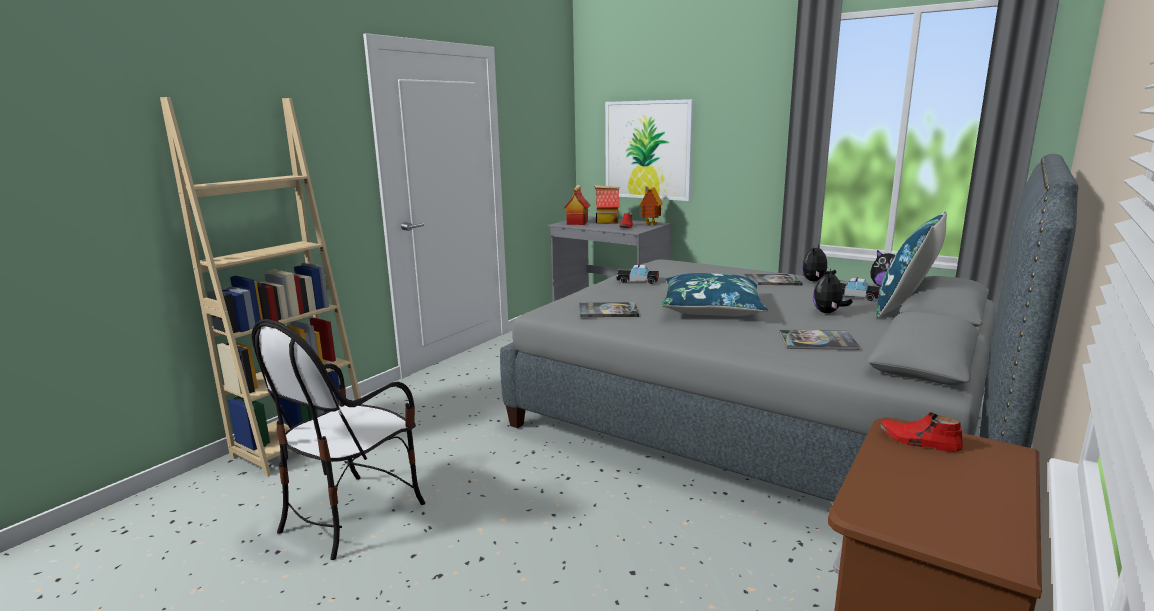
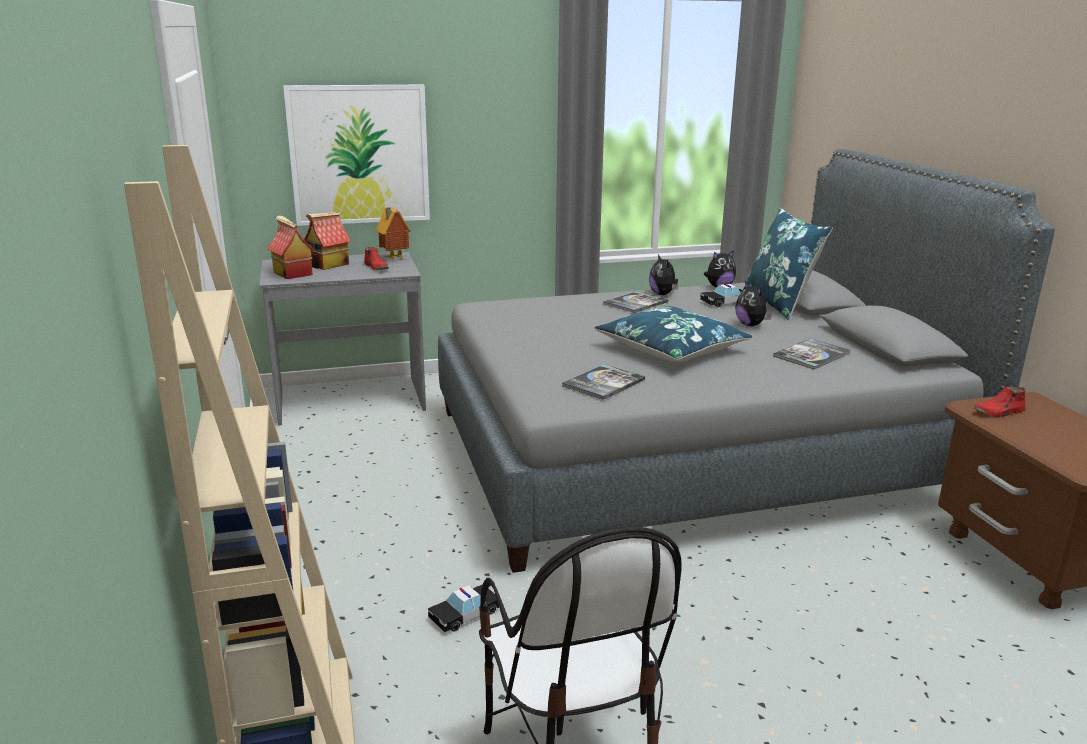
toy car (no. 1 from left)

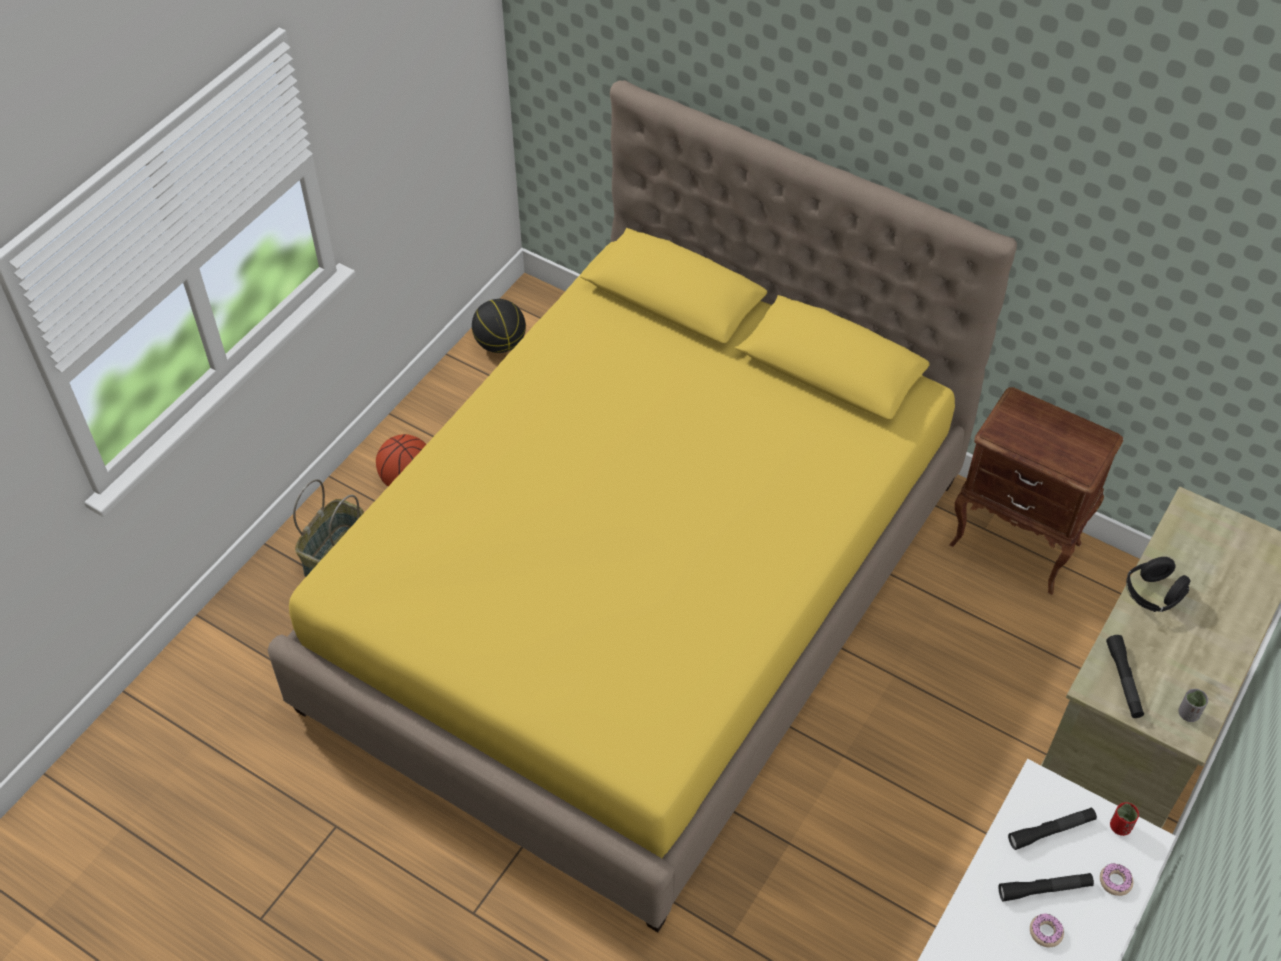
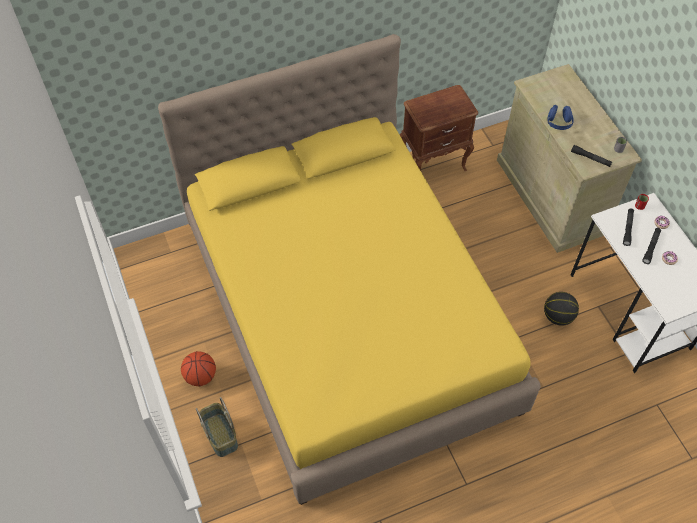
basketball (no. 2 from left)
blue headphones

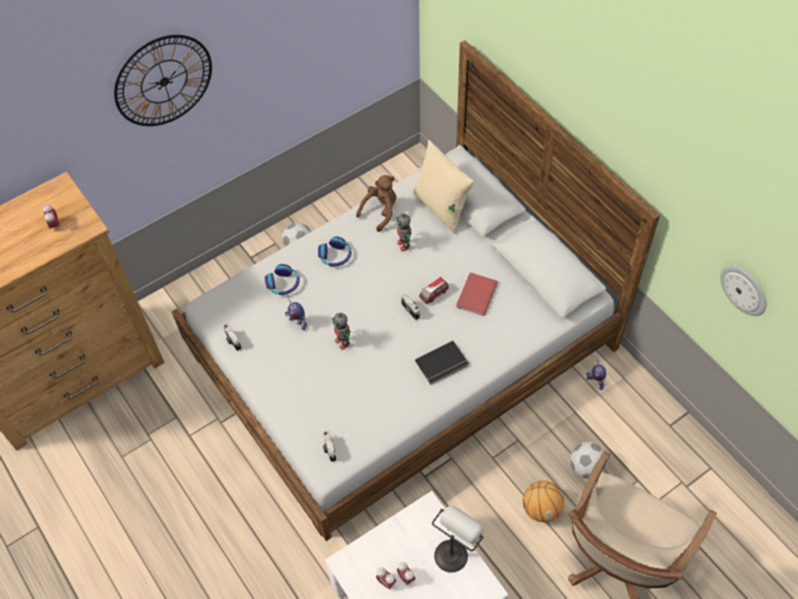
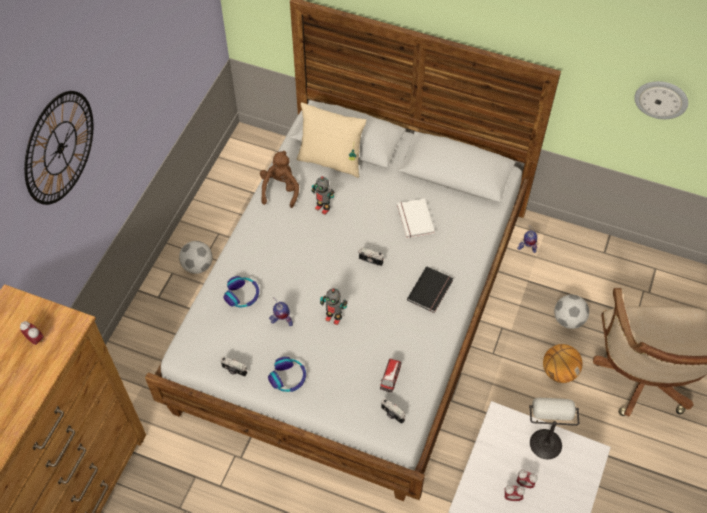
headphones (no. 2 from left)
toy car
white book

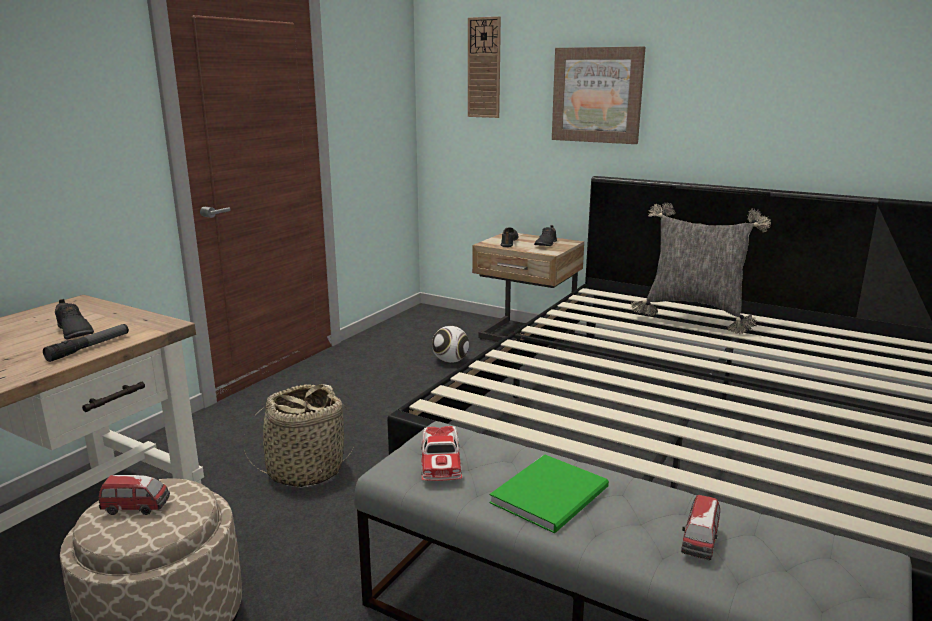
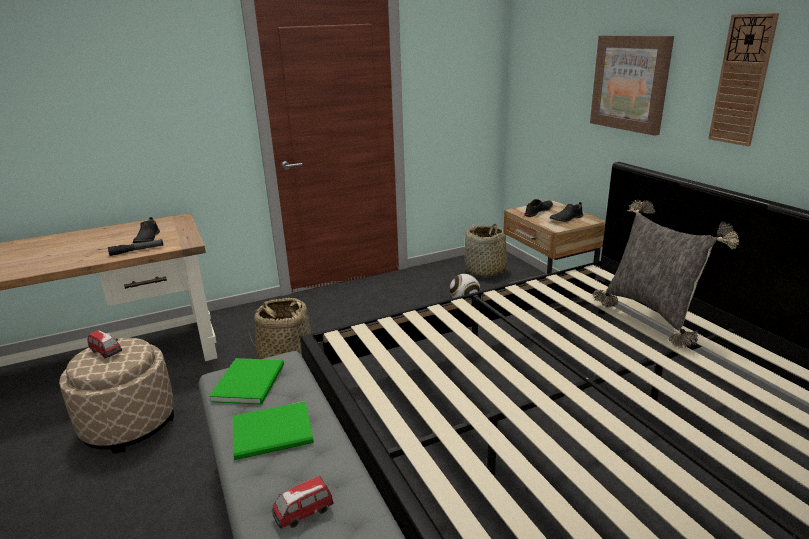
basket (no. 2 from left)
wall clock
green book (no. 1 from left)

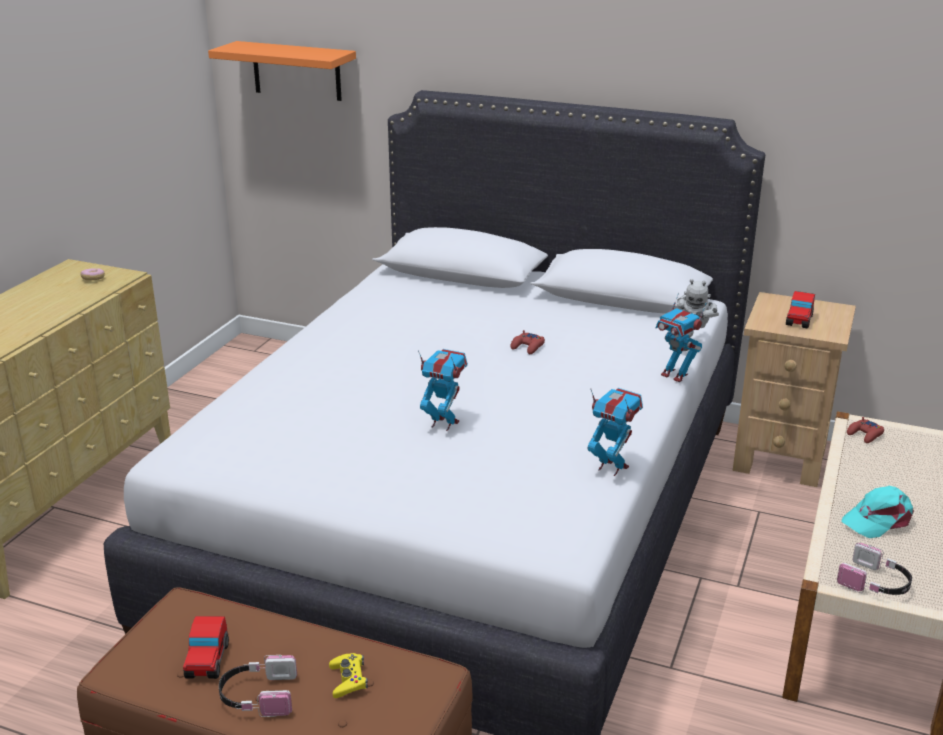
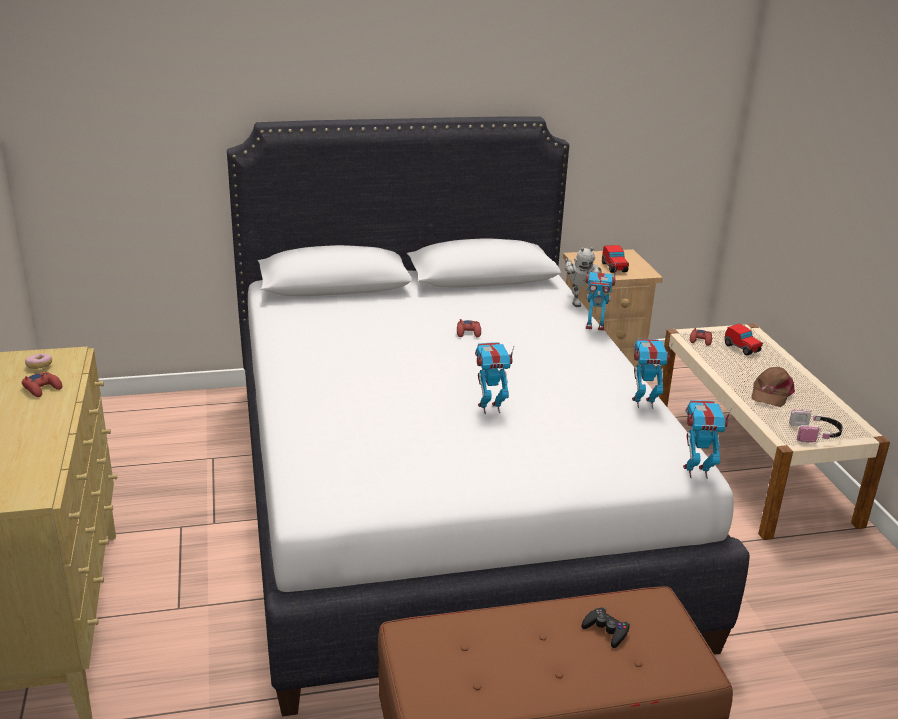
orange shelf
headphones (no. 1 from left in the first image)
red game controller (no. 1 from left)
toy robot (no. 5 from left)
toy car (no. 2 from left)
black game controller
brown cap

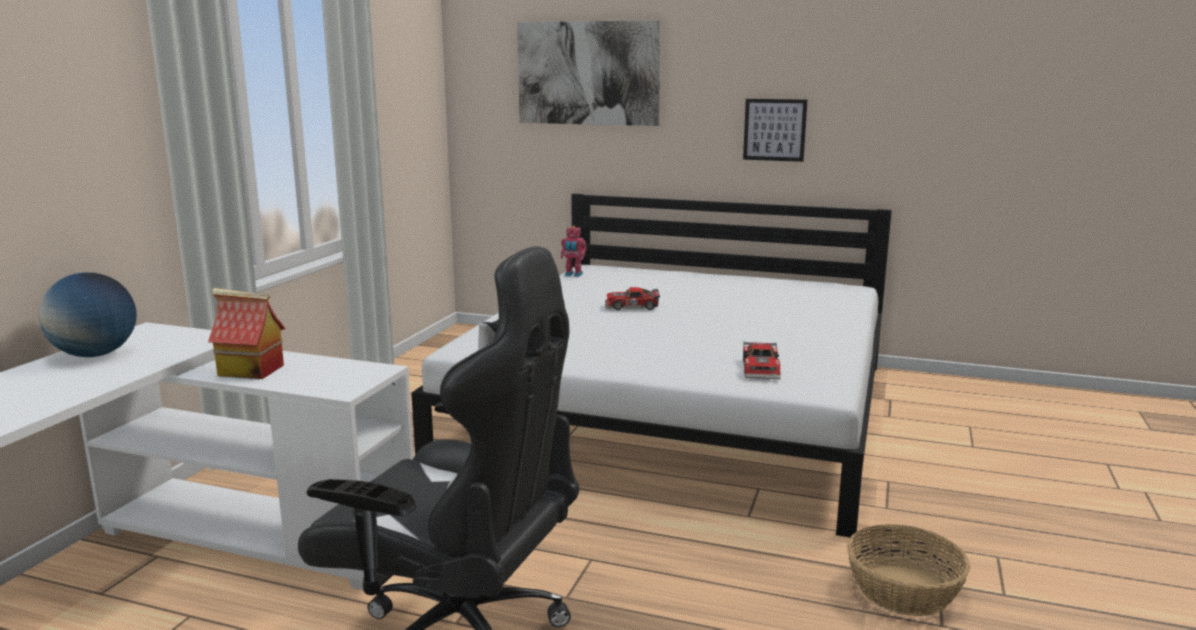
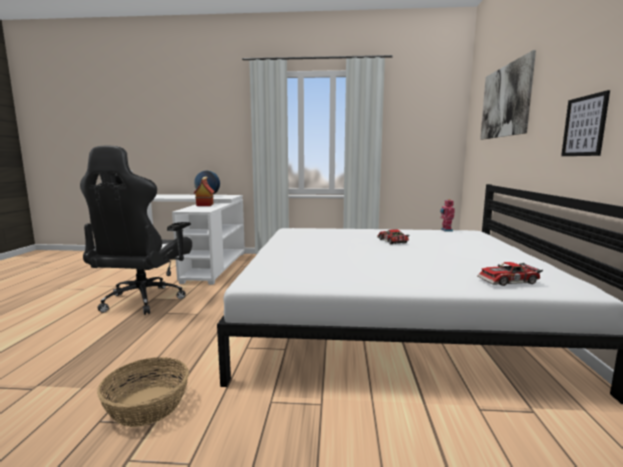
toy car (no. 2 from left)

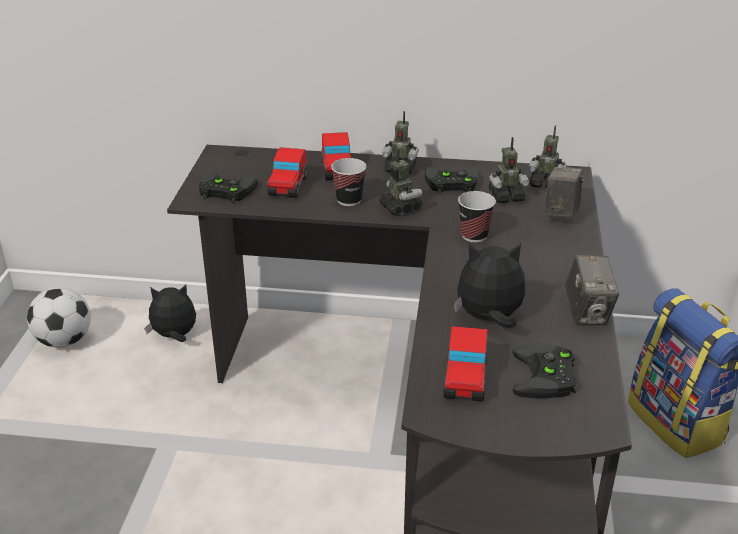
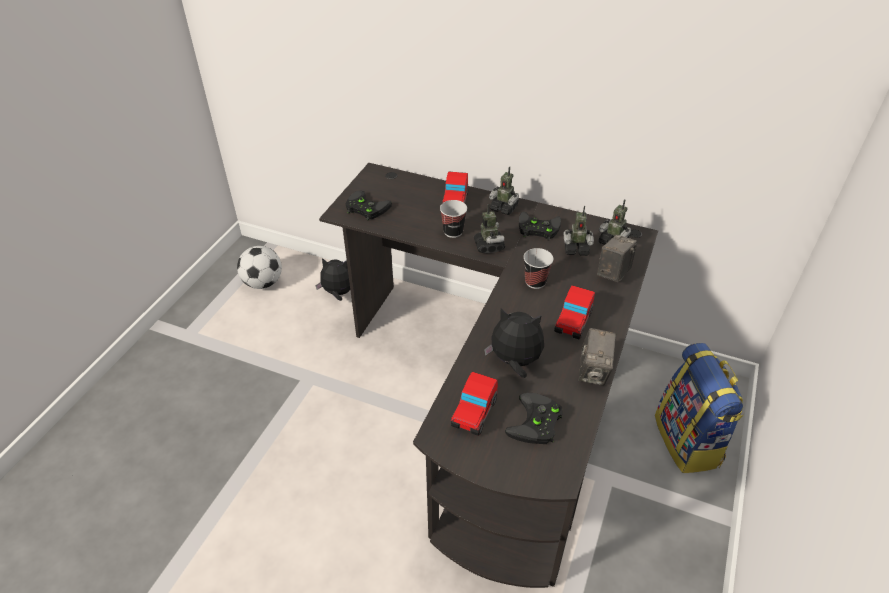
toy car (no. 3 from left)

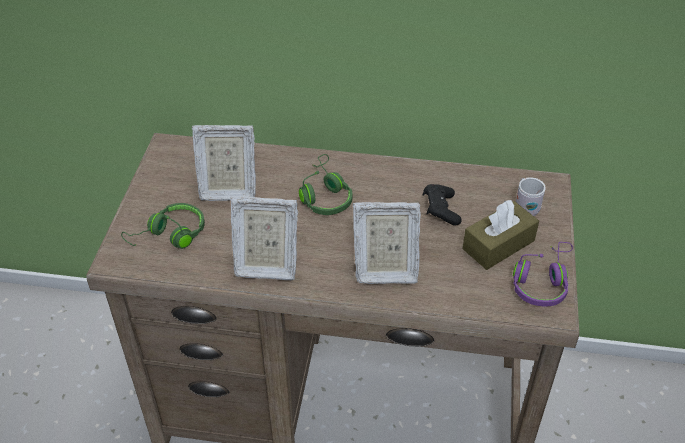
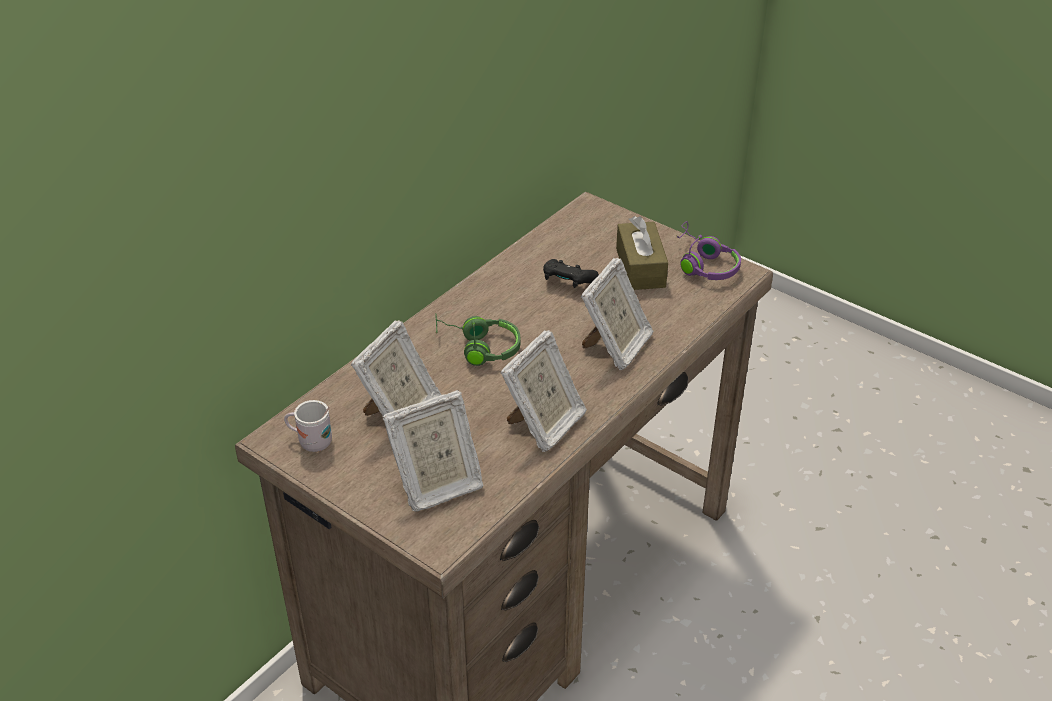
white mug
picture frame (no. 2 from left)

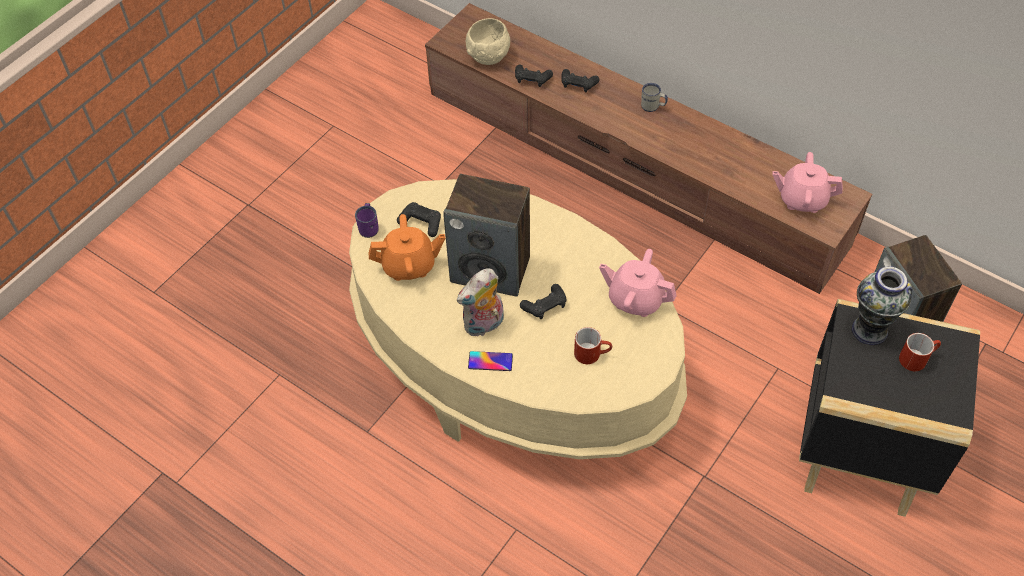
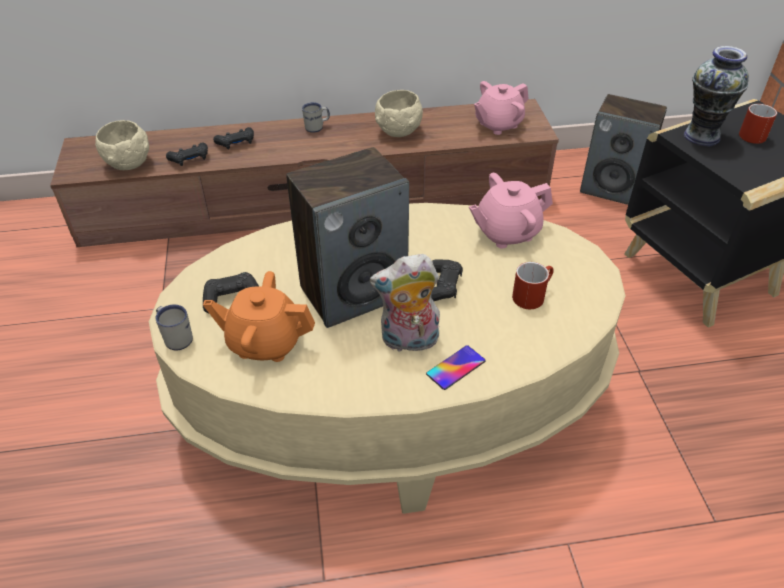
beige bowl (no. 2 from left)
white mug (no. 1 from left)
orange teapot
plush toy

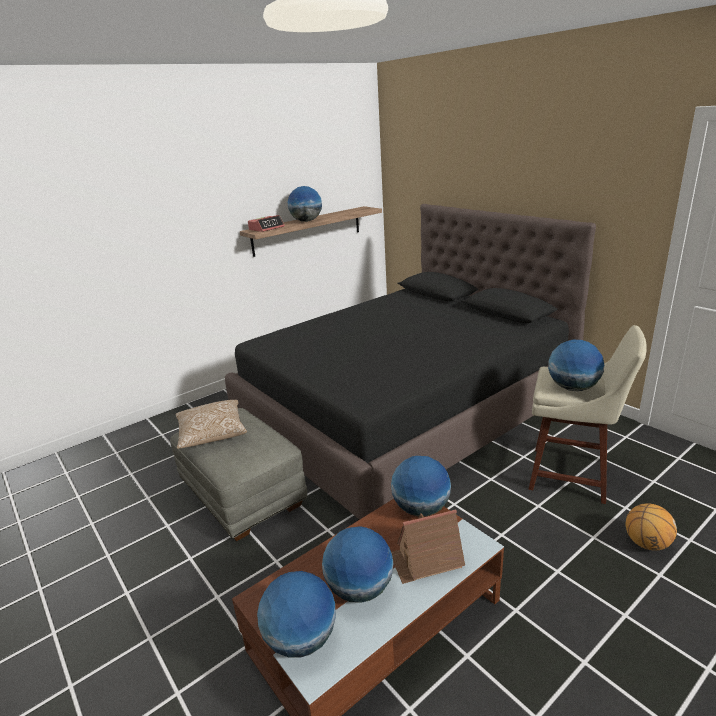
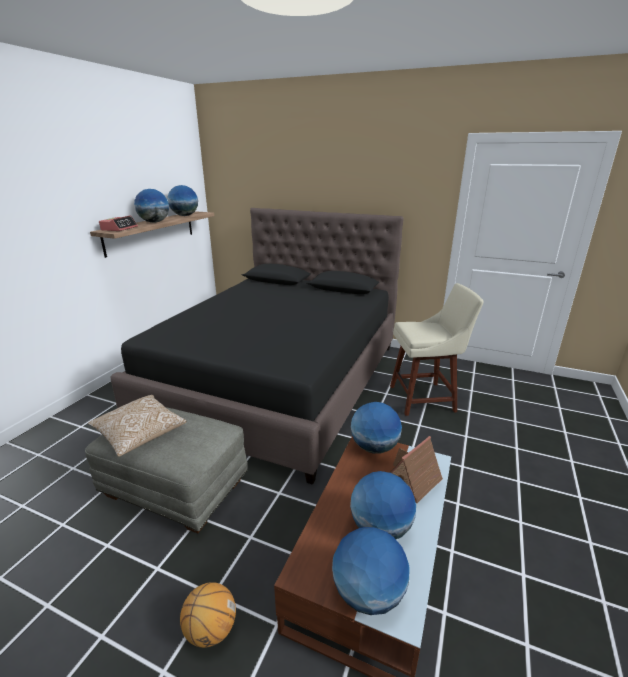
globe (no. 2 from left)
basketball

